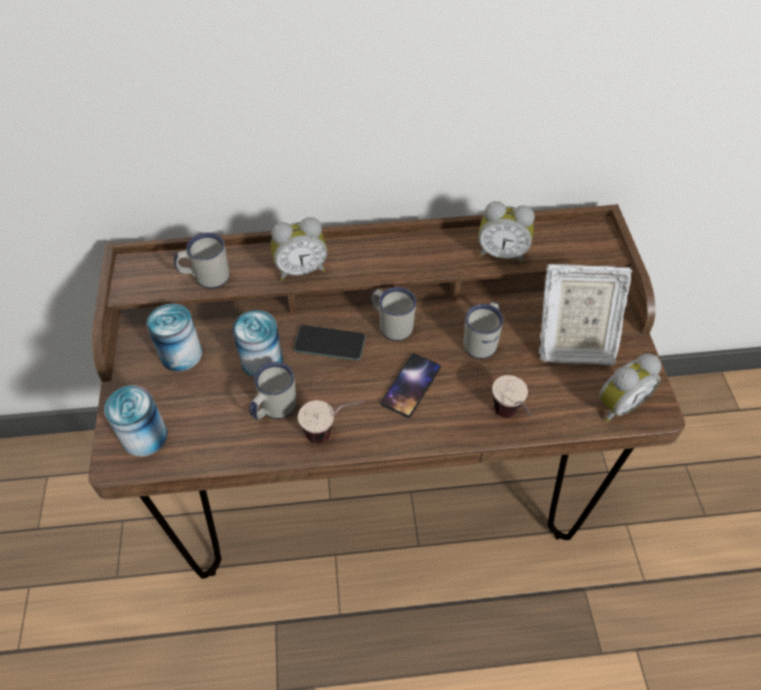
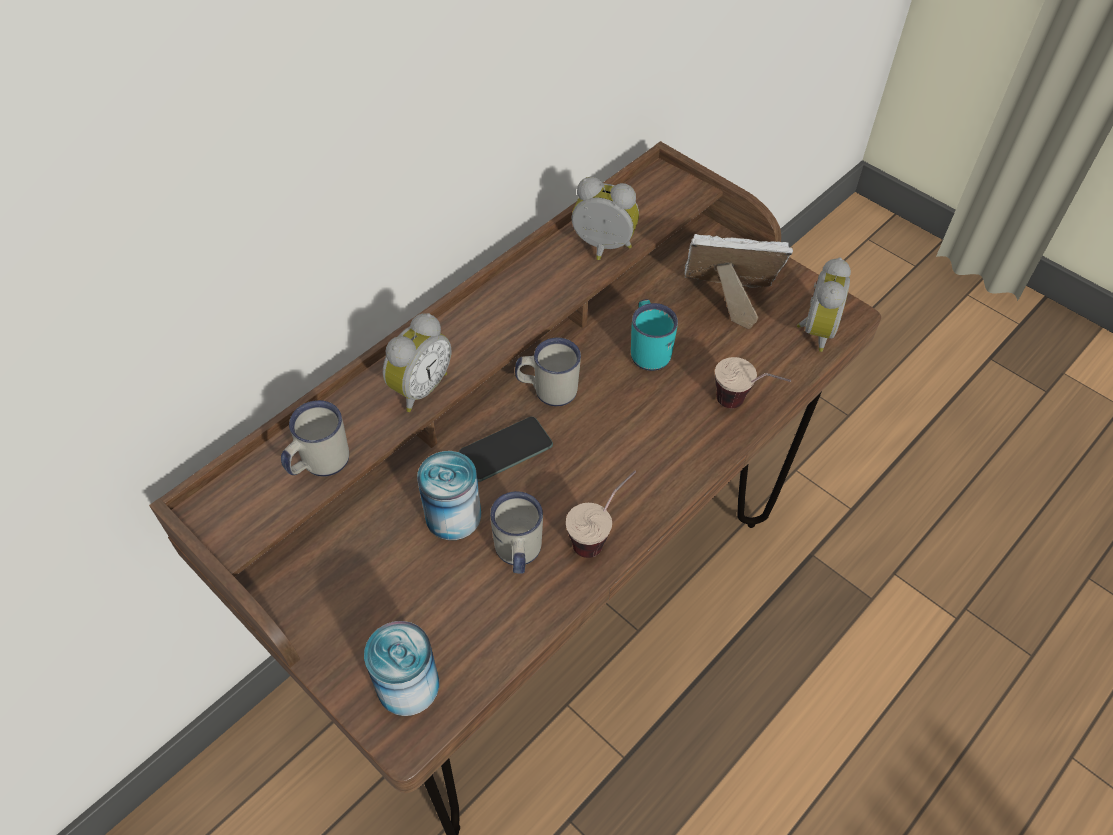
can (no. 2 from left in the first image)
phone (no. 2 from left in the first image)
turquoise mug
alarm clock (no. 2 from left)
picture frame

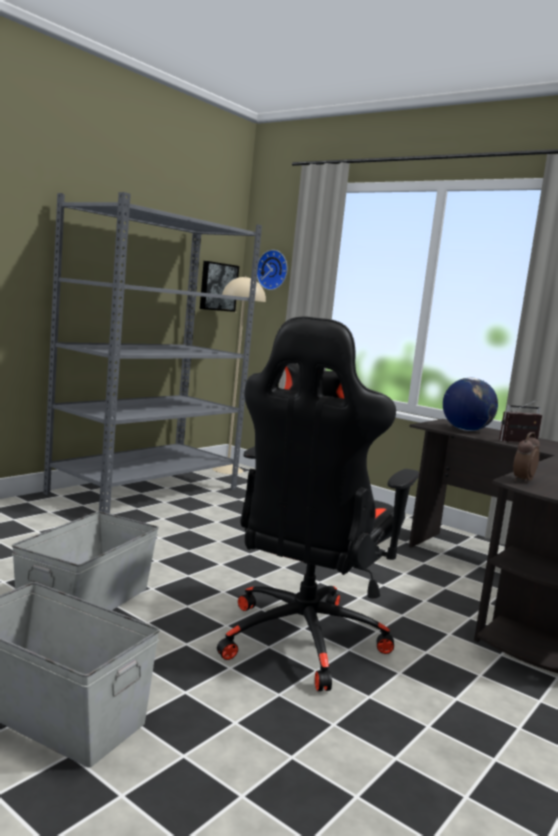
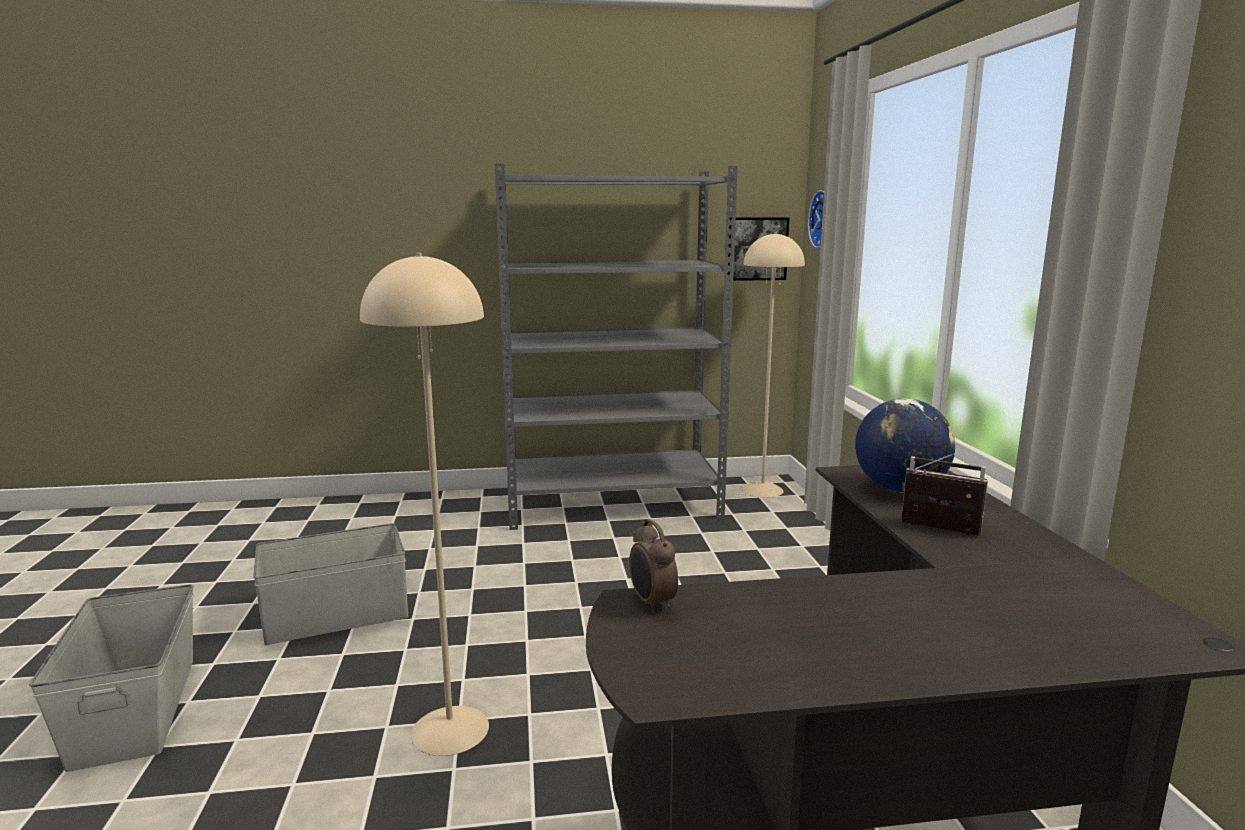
beige floor lamp (no. 1 from left)
alarm clock

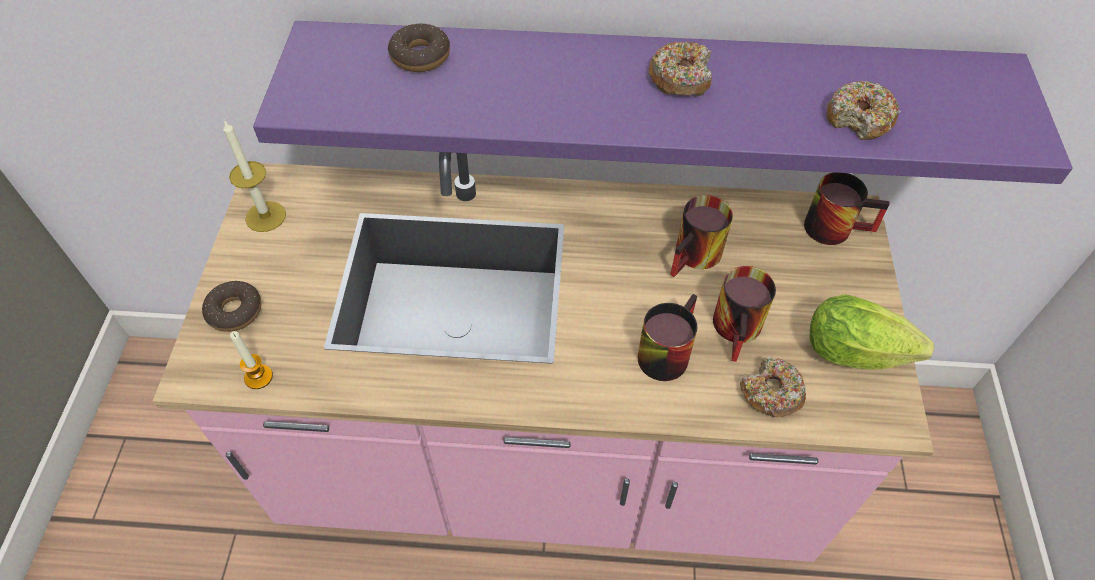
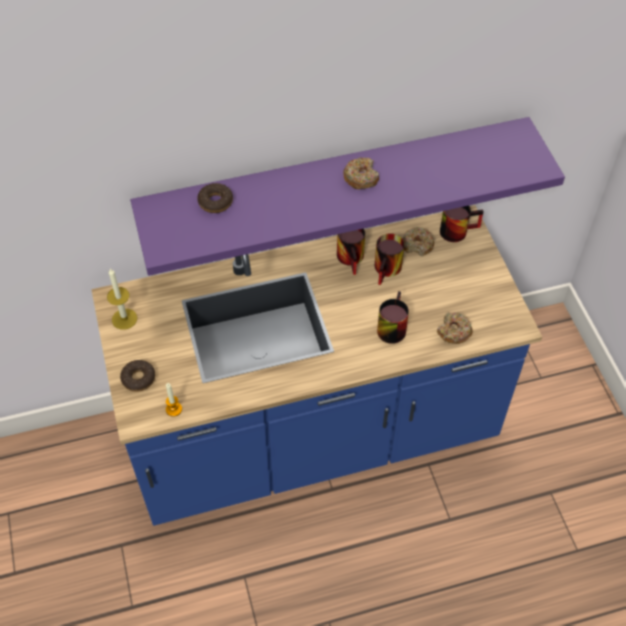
lettuce
mug (no. 1 from left)
donut (no. 4 from left)
blue counter

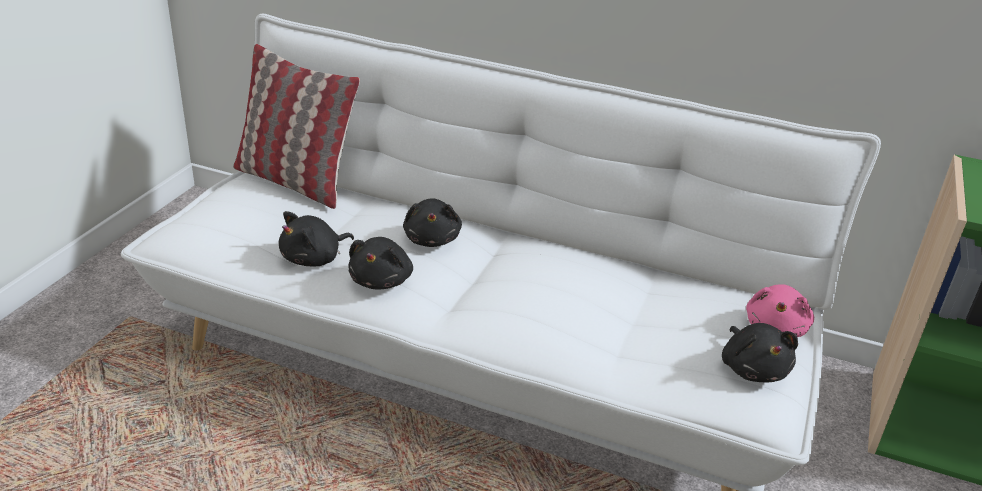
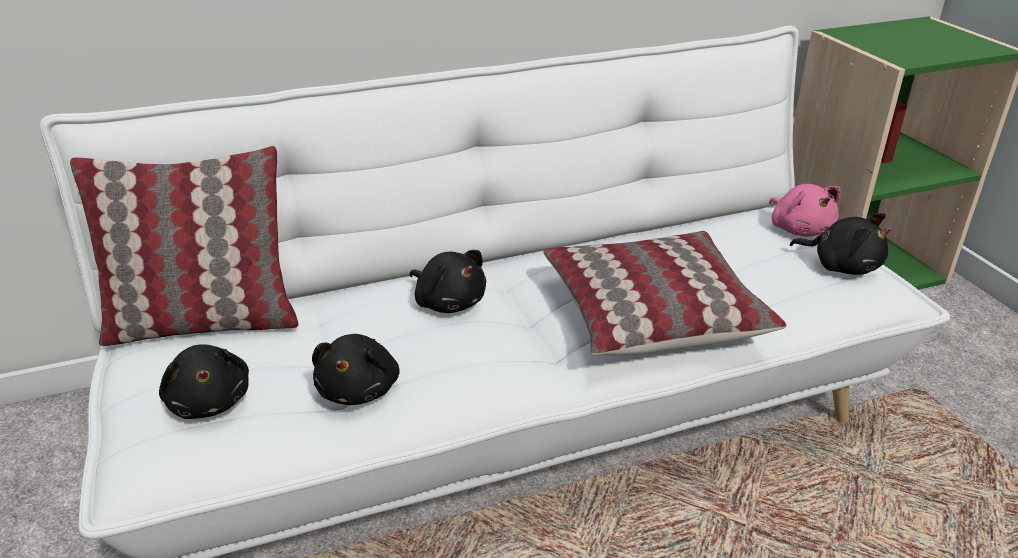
pillow (no. 2 from left)
black plush toy (no. 1 from left)

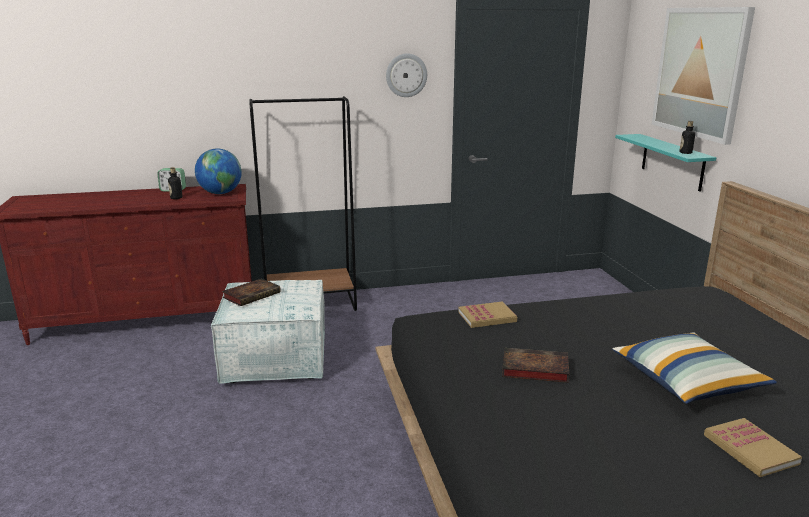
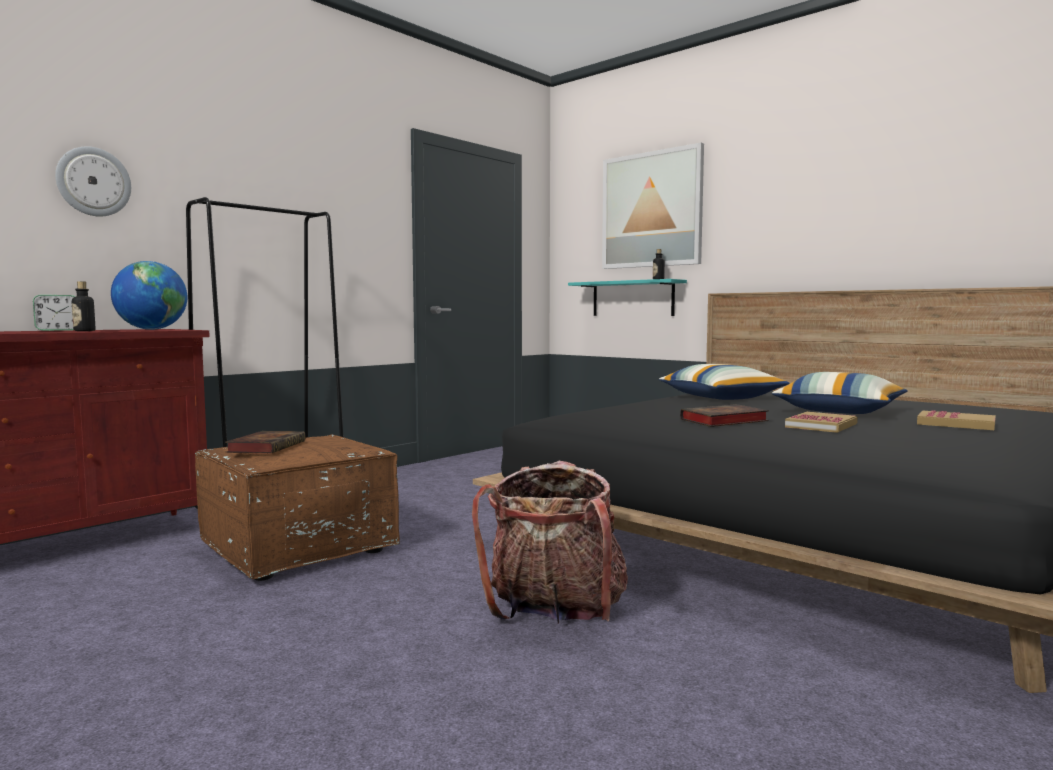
backpack
pillow (no. 1 from left)
wall clock
book (no. 3 from left)
brown ottoman

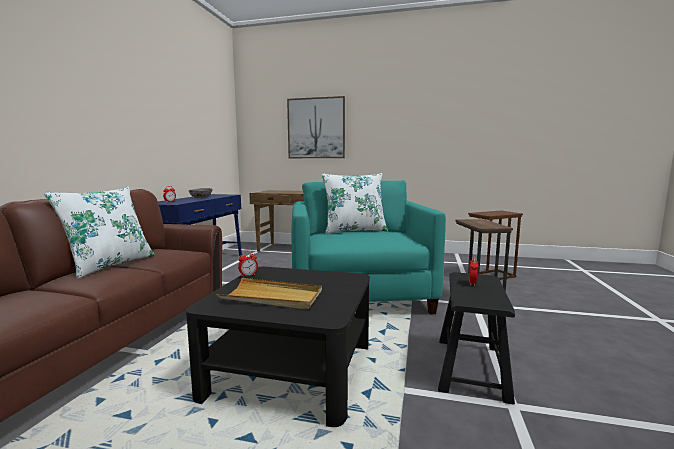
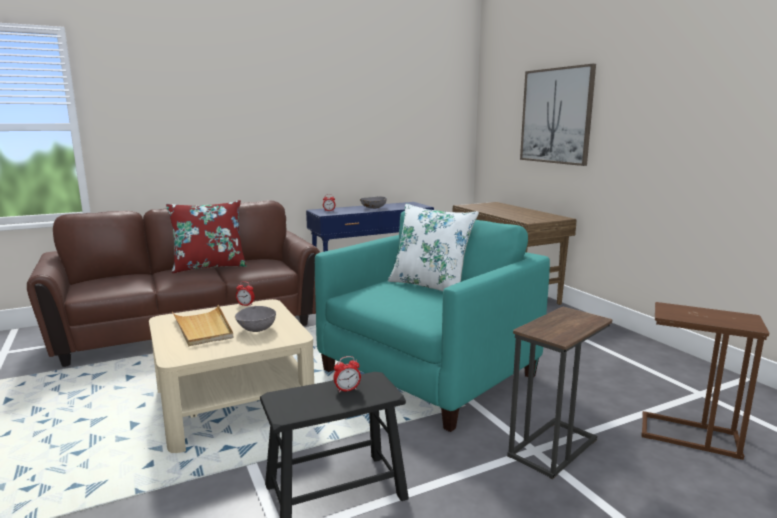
grey bowl (no. 1 from left)
red pillow
beige coffee table

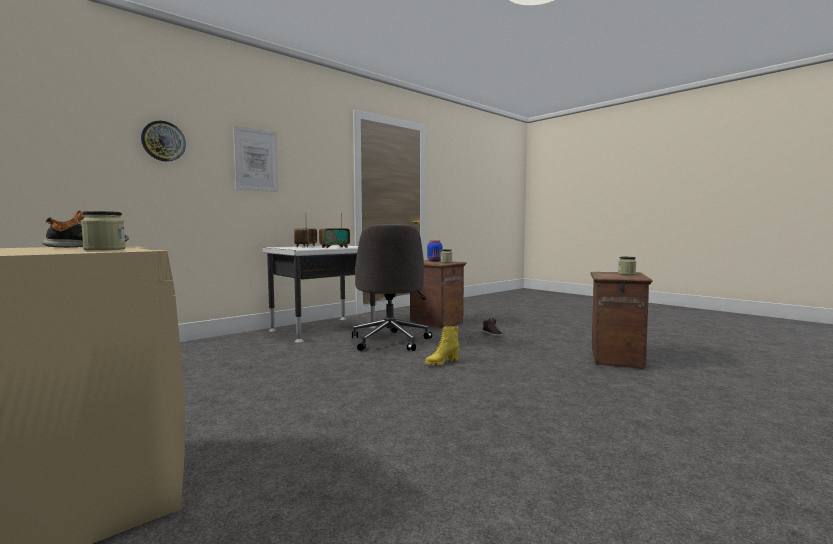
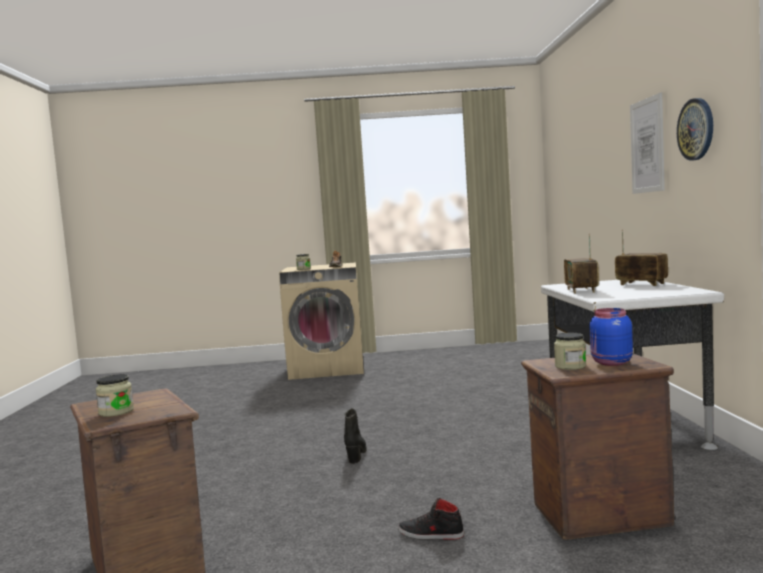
grey office chair
wall clock
black boot

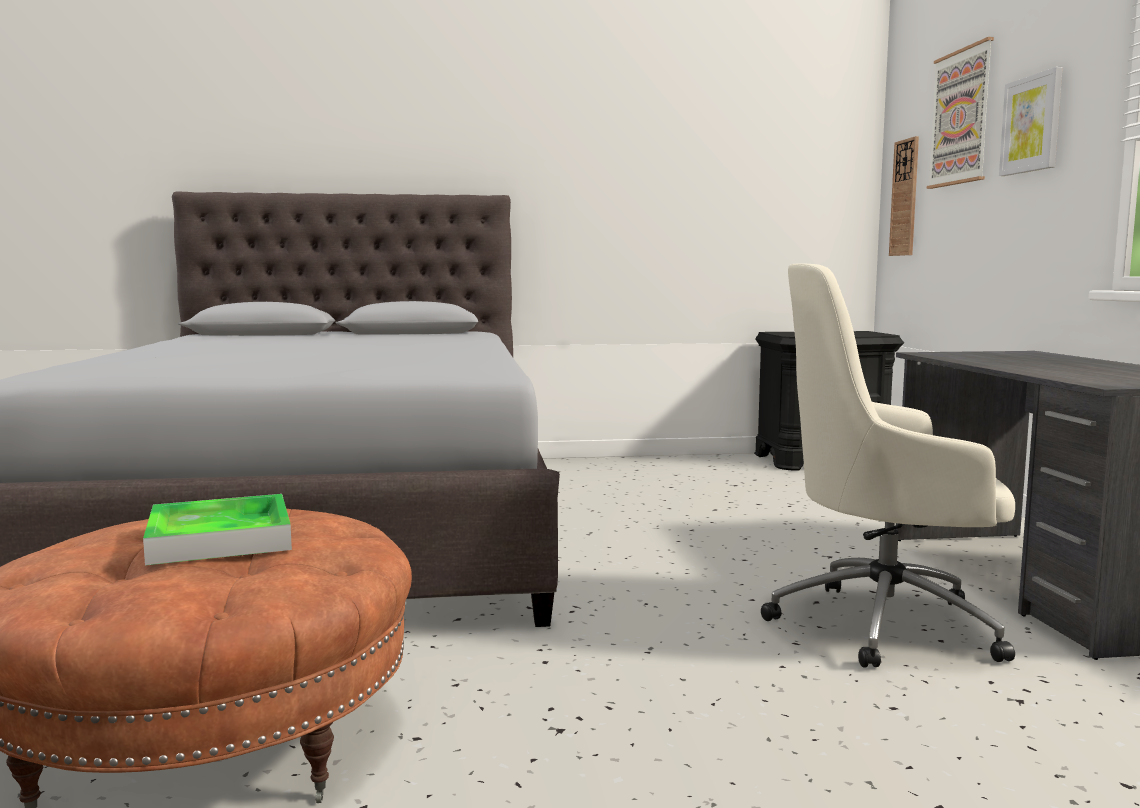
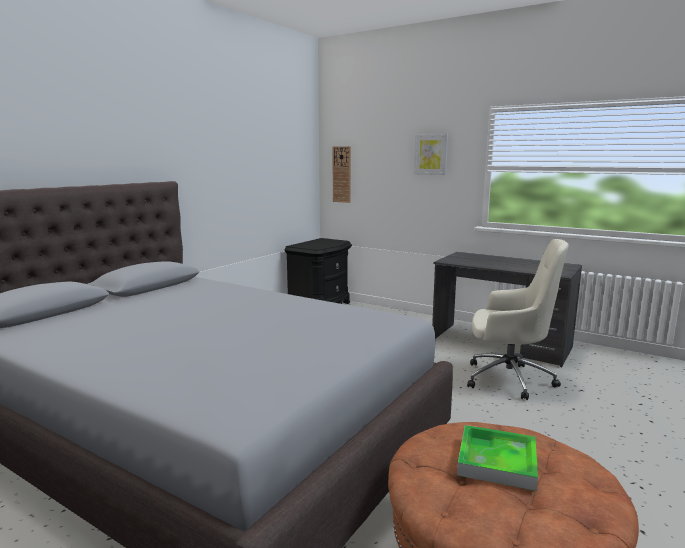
picture (no. 1 from left in the first image)
beige office chair

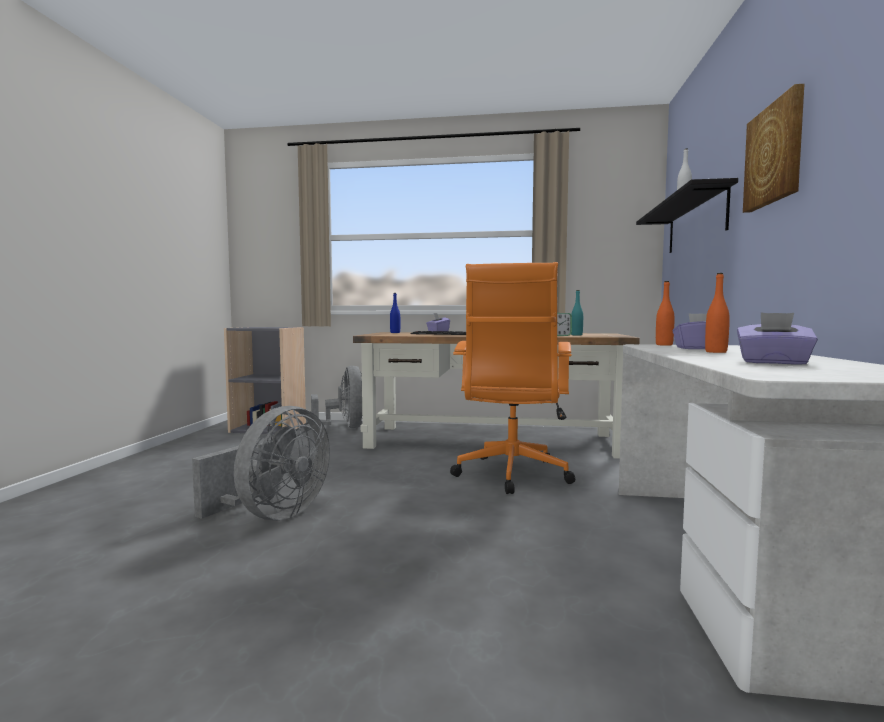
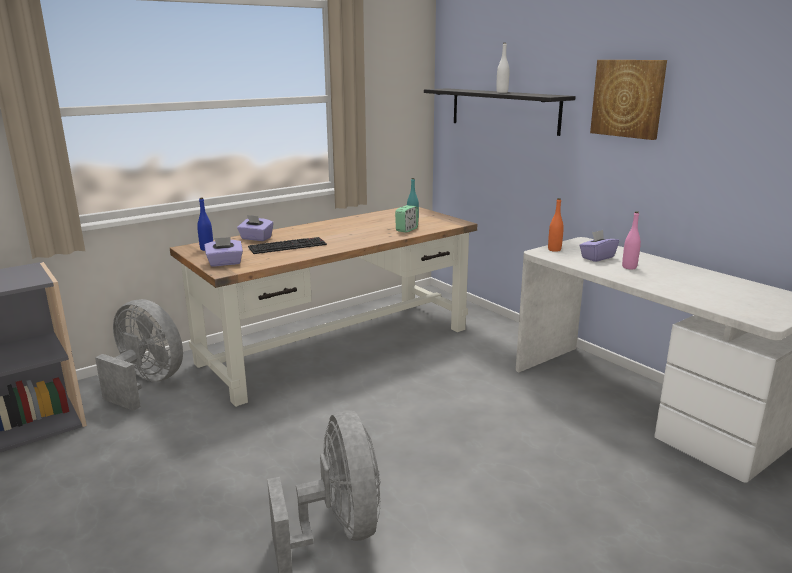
orange office chair
purple tissue box (no. 1 from left)
pink bottle

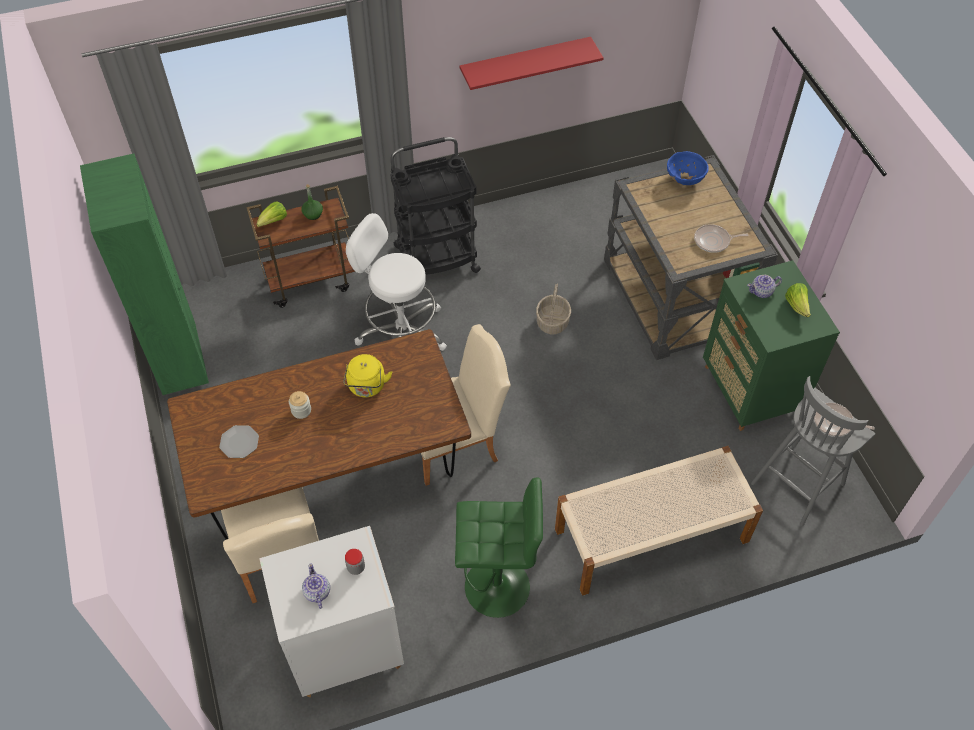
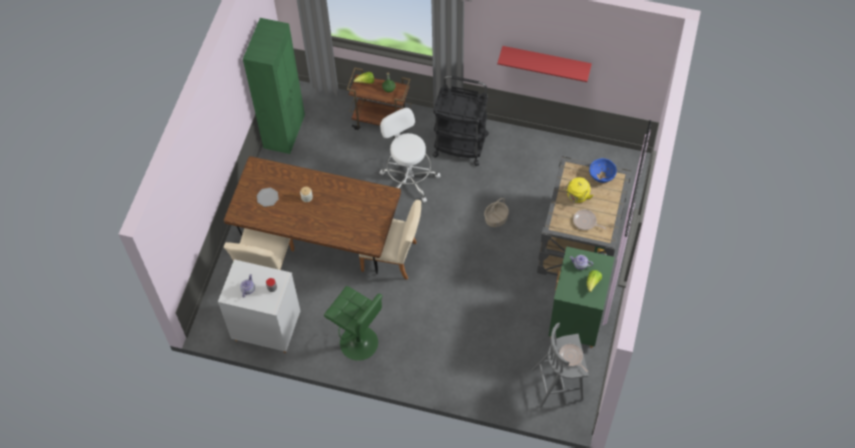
beige bench
yellow kettle

